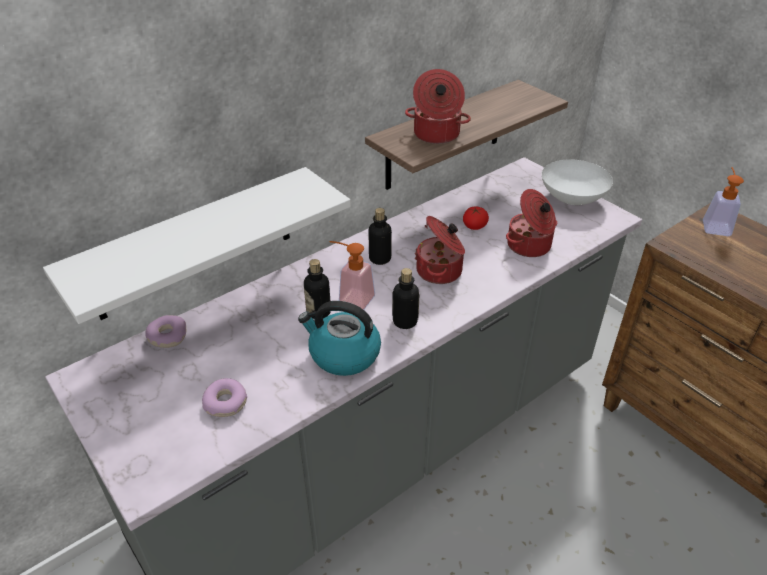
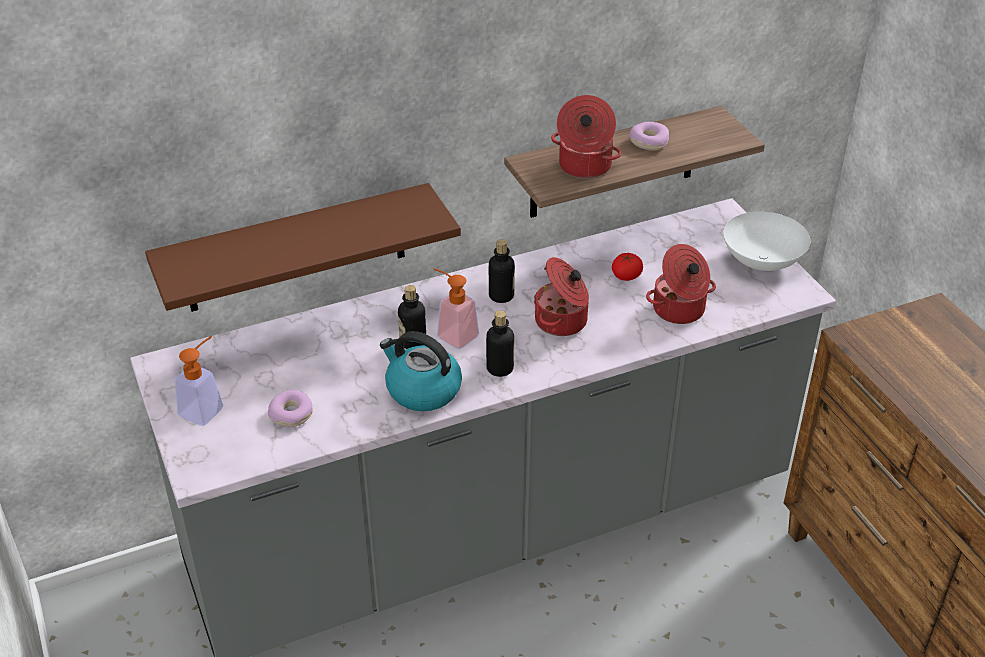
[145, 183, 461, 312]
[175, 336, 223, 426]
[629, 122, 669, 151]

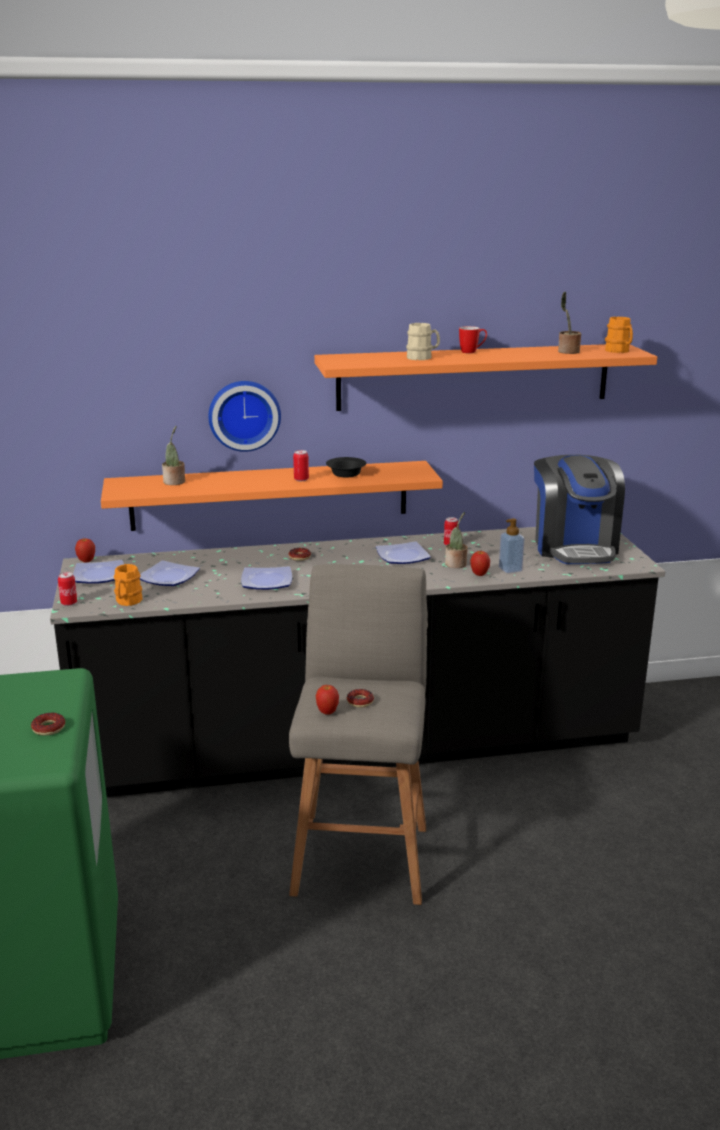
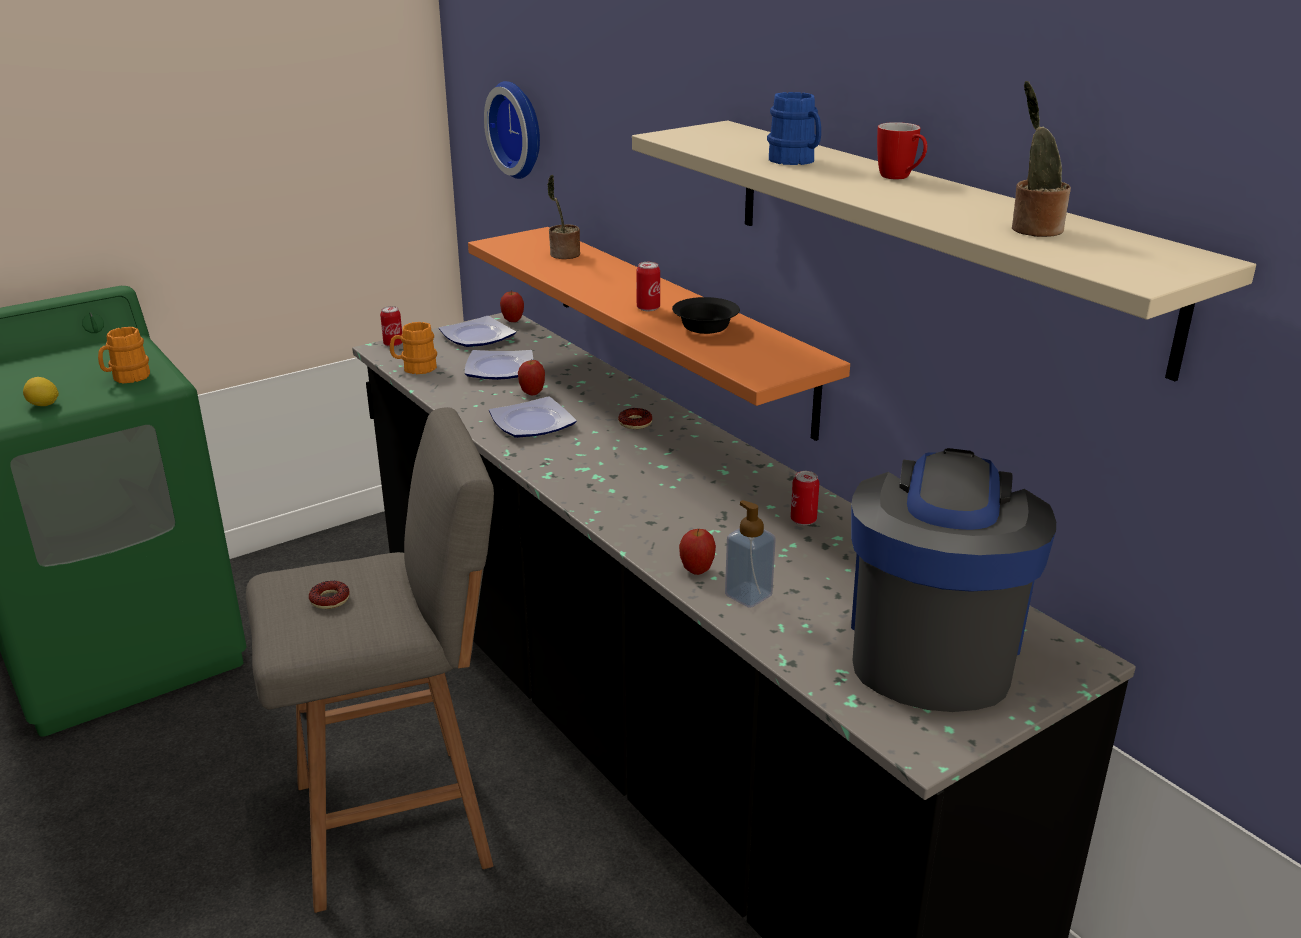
[23, 377, 59, 406]
[98, 327, 150, 384]
[484, 81, 540, 179]
[518, 360, 545, 395]
[632, 120, 1256, 381]
[767, 92, 821, 165]
[851, 448, 1056, 712]
[376, 541, 431, 564] (first image)
[445, 512, 468, 568] (first image)

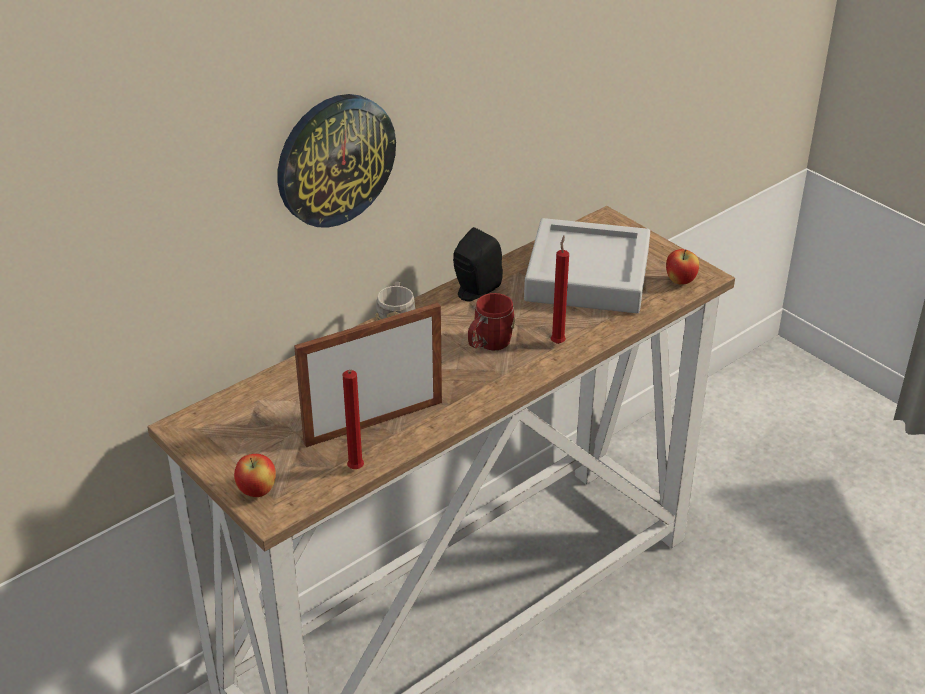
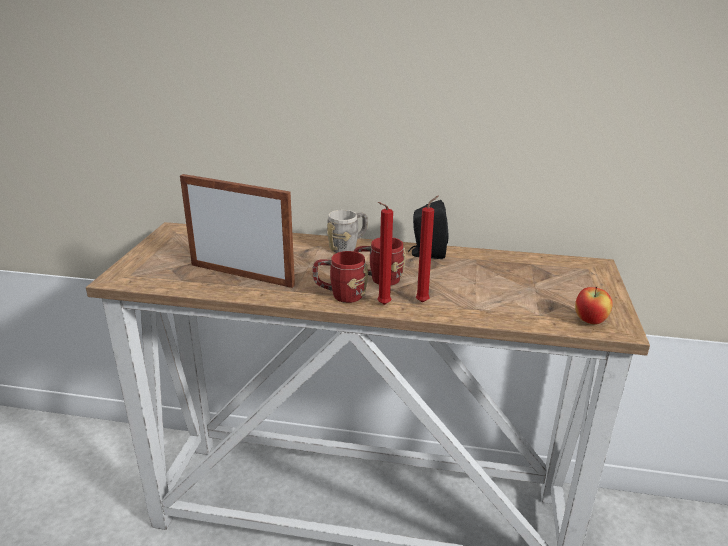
[312, 251, 368, 303]
[377, 202, 393, 305]
[234, 454, 276, 497] (first image)
[278, 94, 396, 228] (first image)
[524, 218, 650, 313] (first image)

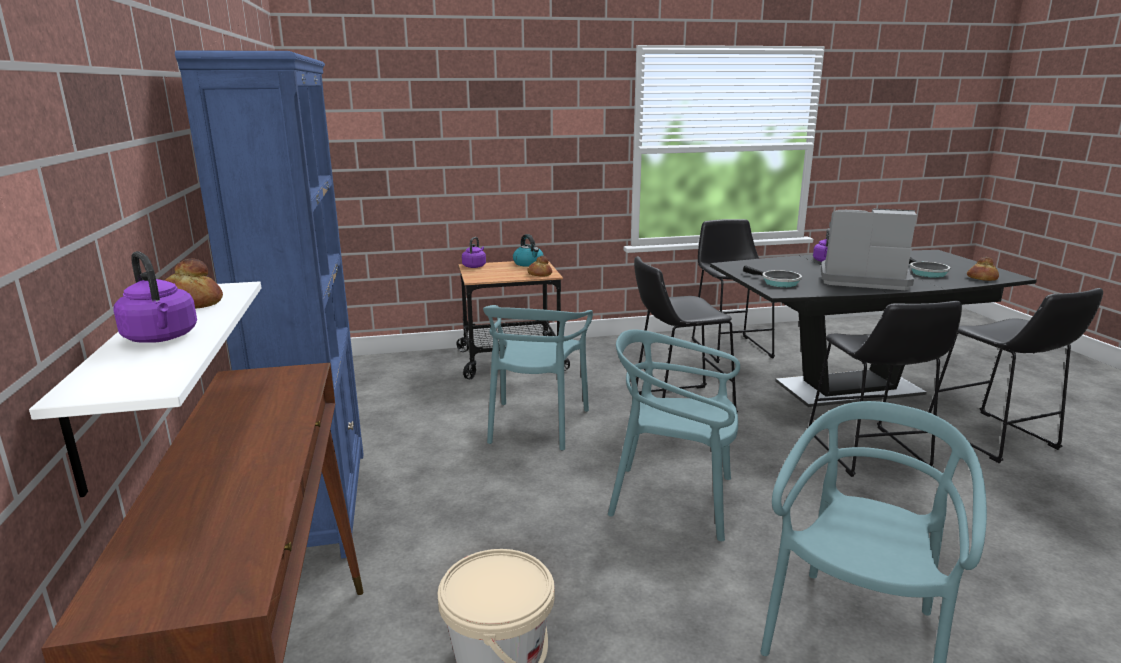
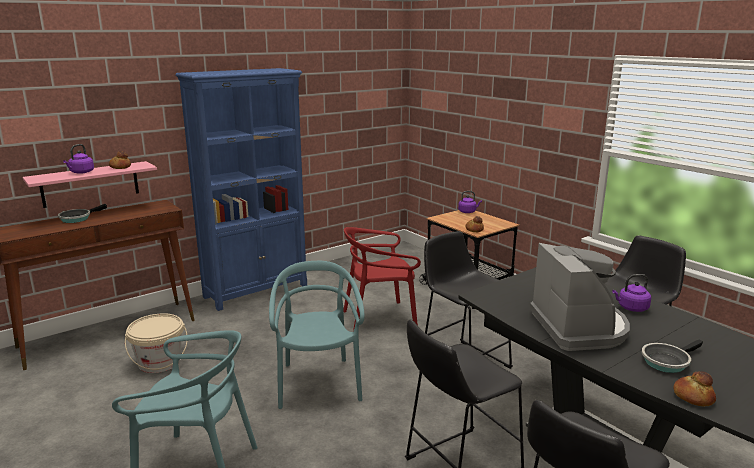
[23, 161, 157, 208]
[58, 204, 107, 223]
[343, 227, 421, 331]
[513, 234, 544, 267] (first image)

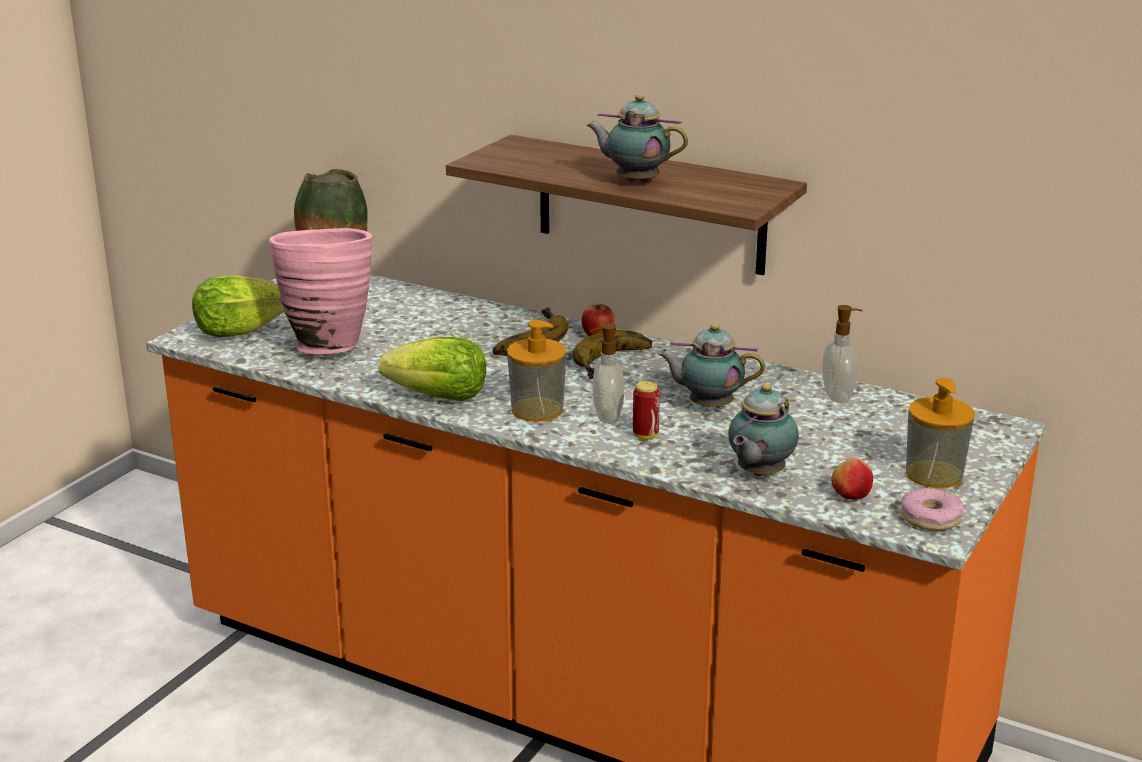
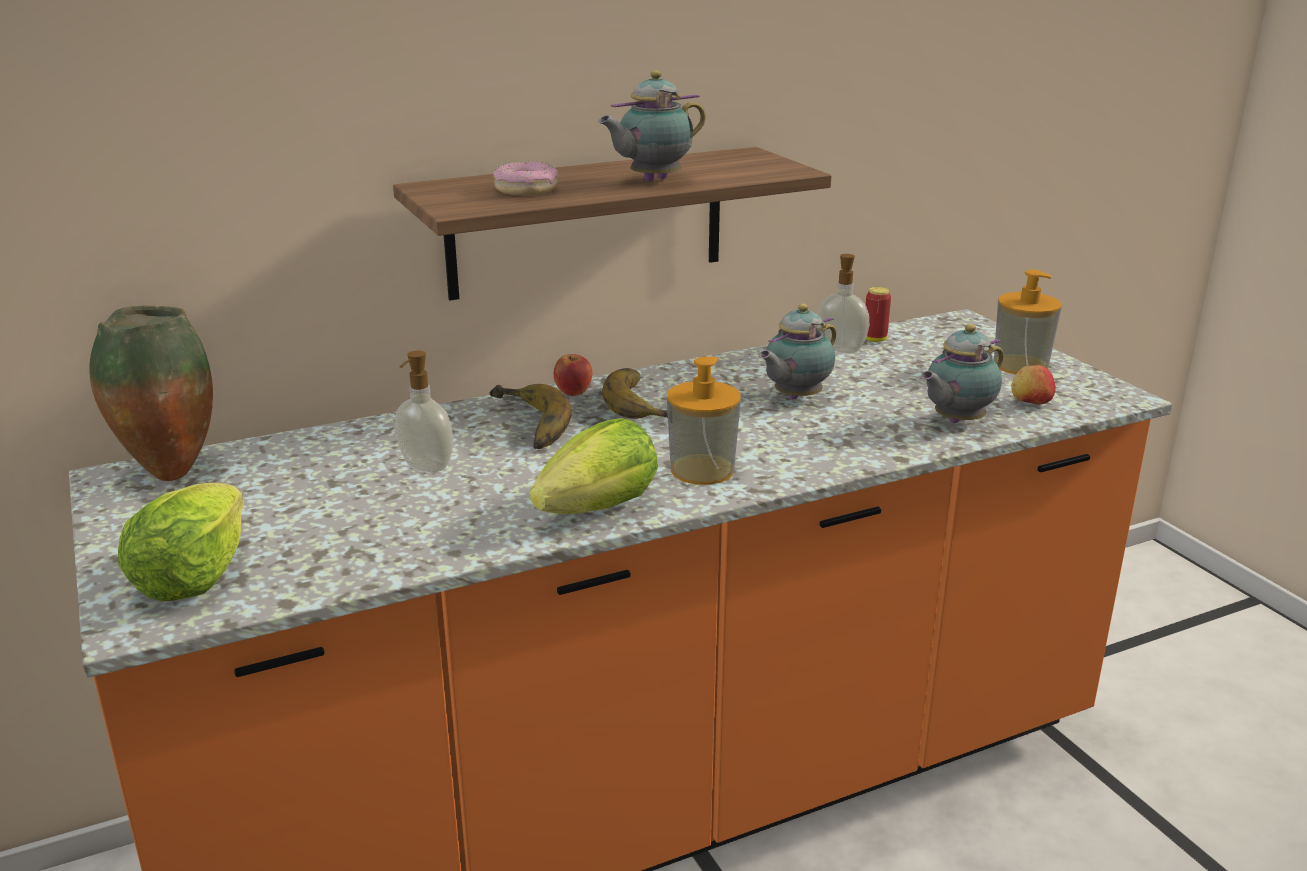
[395, 351, 453, 472]
[493, 161, 558, 196]
[865, 287, 891, 342]
[921, 324, 1004, 423]
[269, 228, 372, 354] (first image)

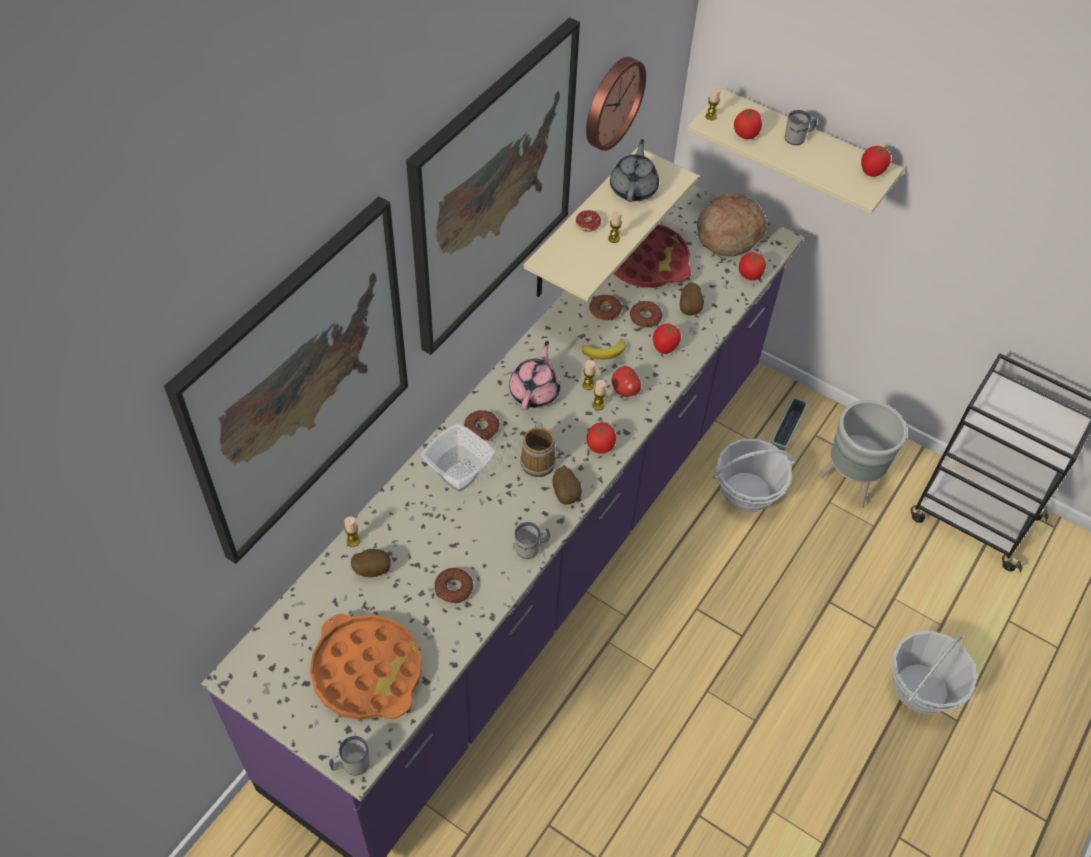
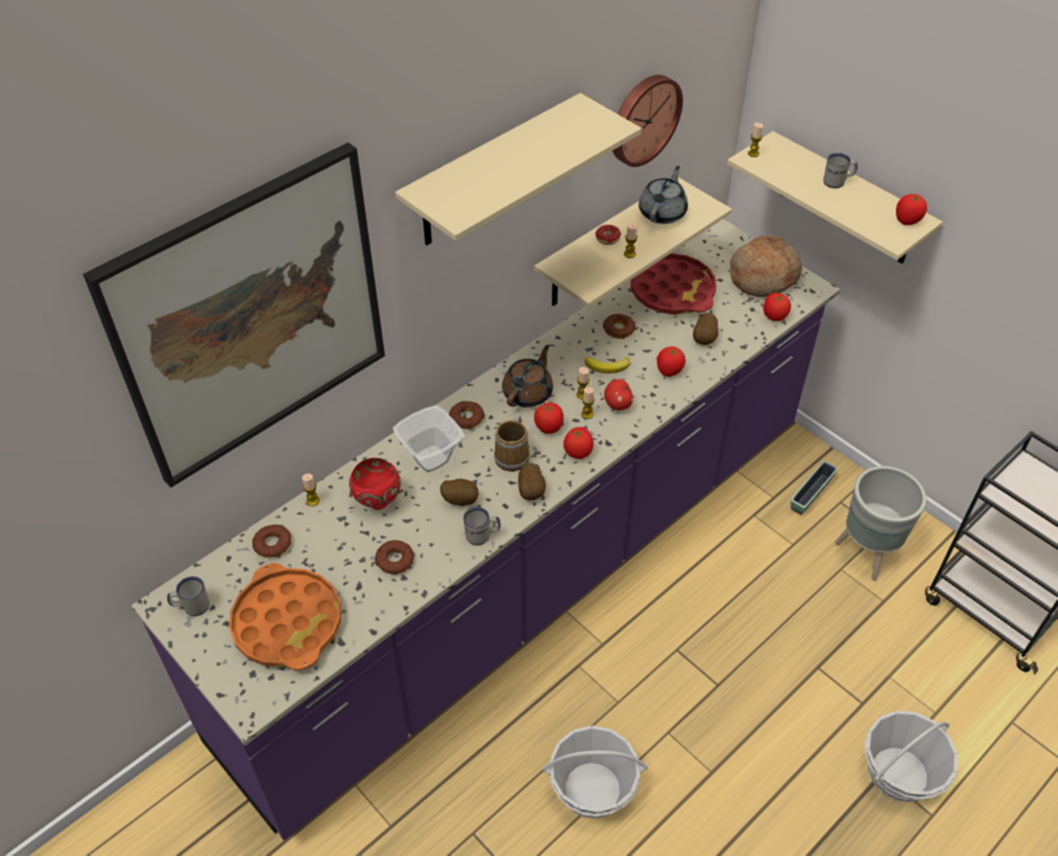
[167, 576, 209, 616]
[252, 524, 291, 557]
[349, 458, 401, 510]
[395, 93, 641, 245]
[440, 479, 478, 506]
[502, 345, 553, 407]
[534, 402, 564, 434]
[542, 725, 648, 819]

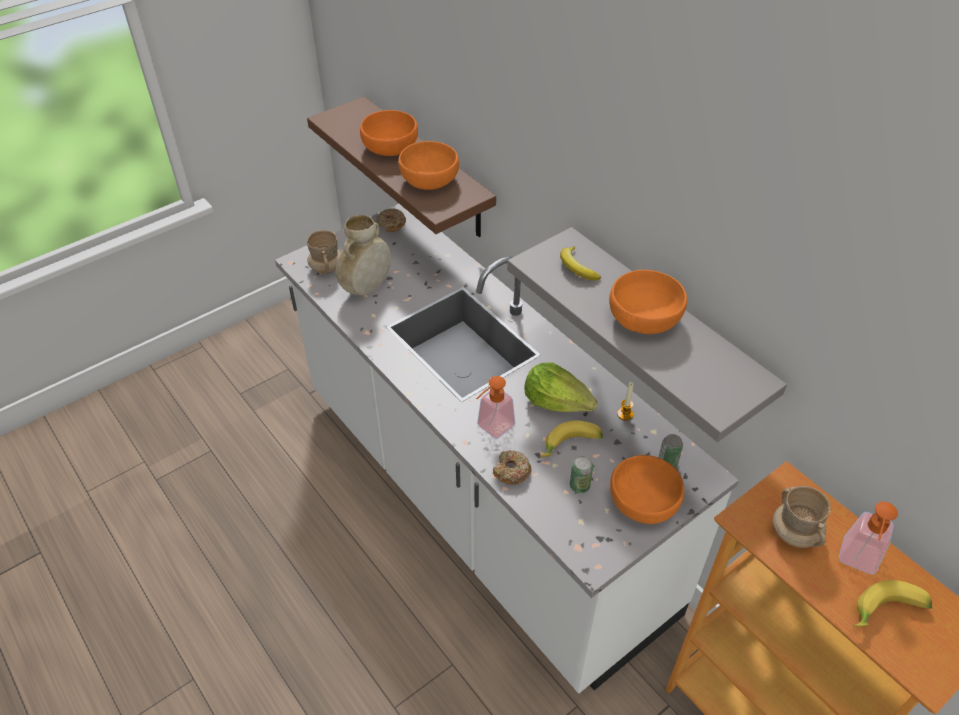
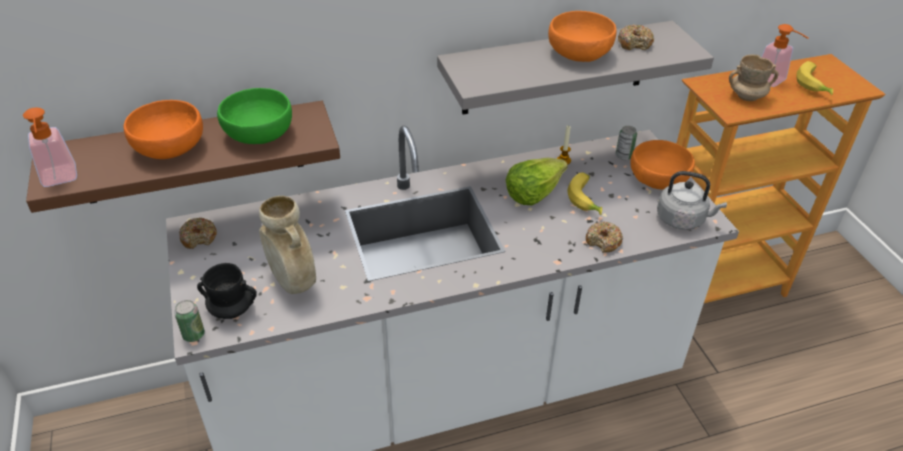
[23, 107, 77, 187]
[174, 300, 205, 342]
[197, 263, 257, 319]
[217, 88, 292, 144]
[618, 24, 654, 50]
[657, 171, 727, 230]
[560, 246, 601, 281] (first image)

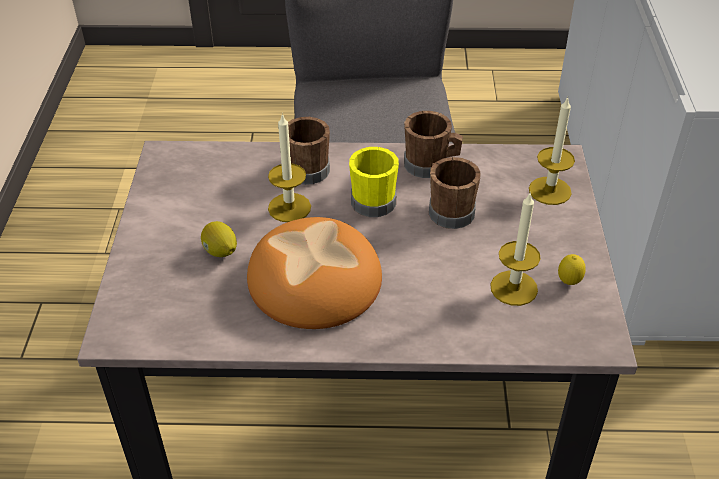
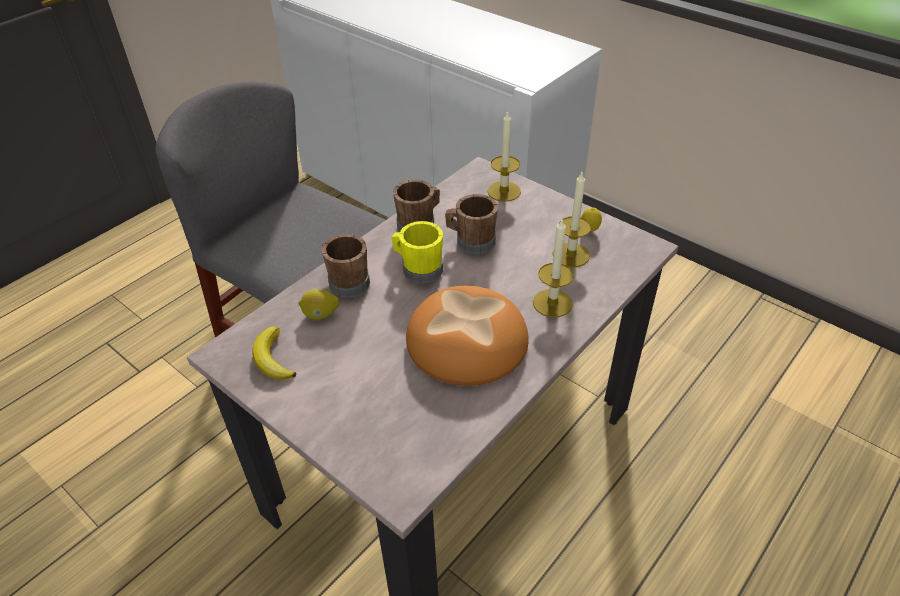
[252, 326, 296, 380]
[298, 289, 339, 319]
[533, 219, 574, 317]

